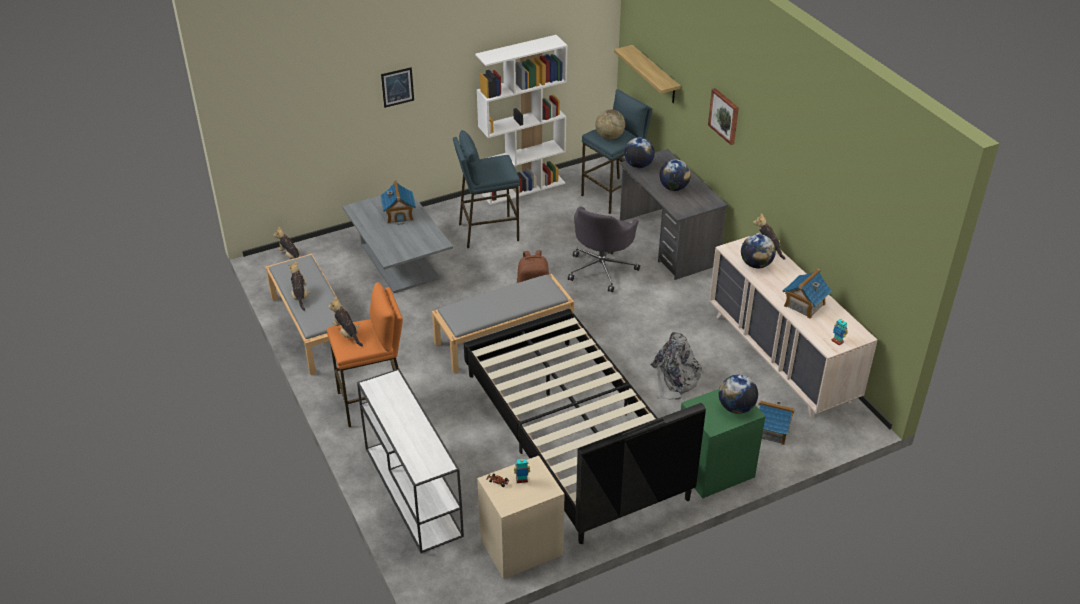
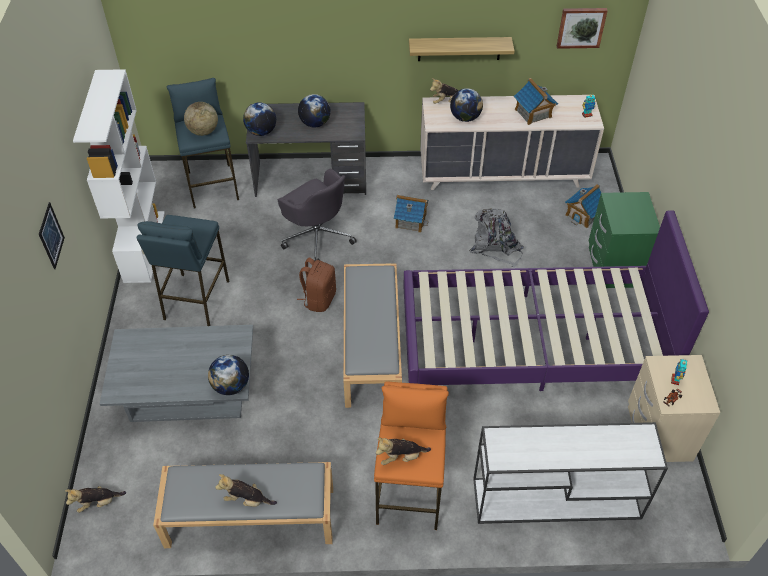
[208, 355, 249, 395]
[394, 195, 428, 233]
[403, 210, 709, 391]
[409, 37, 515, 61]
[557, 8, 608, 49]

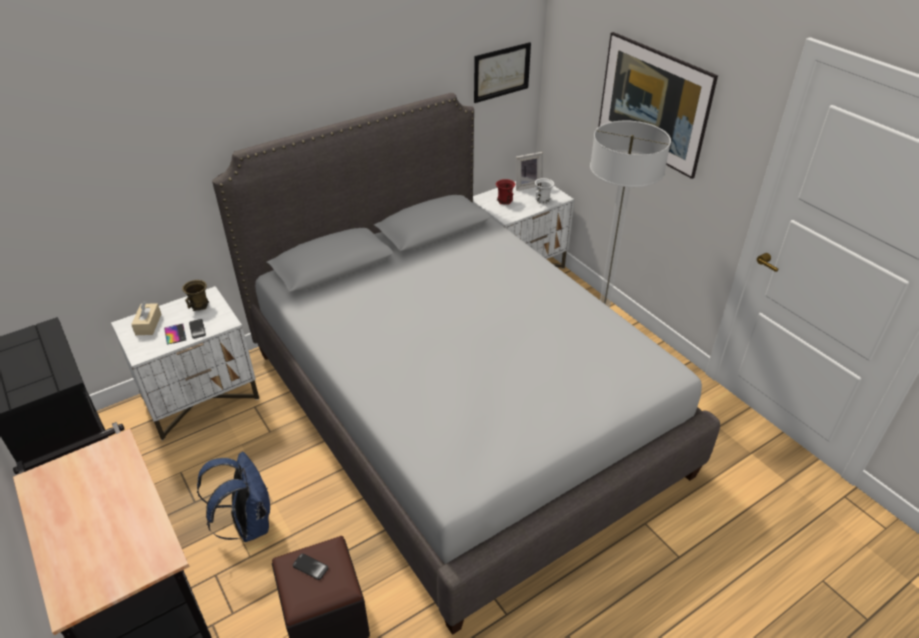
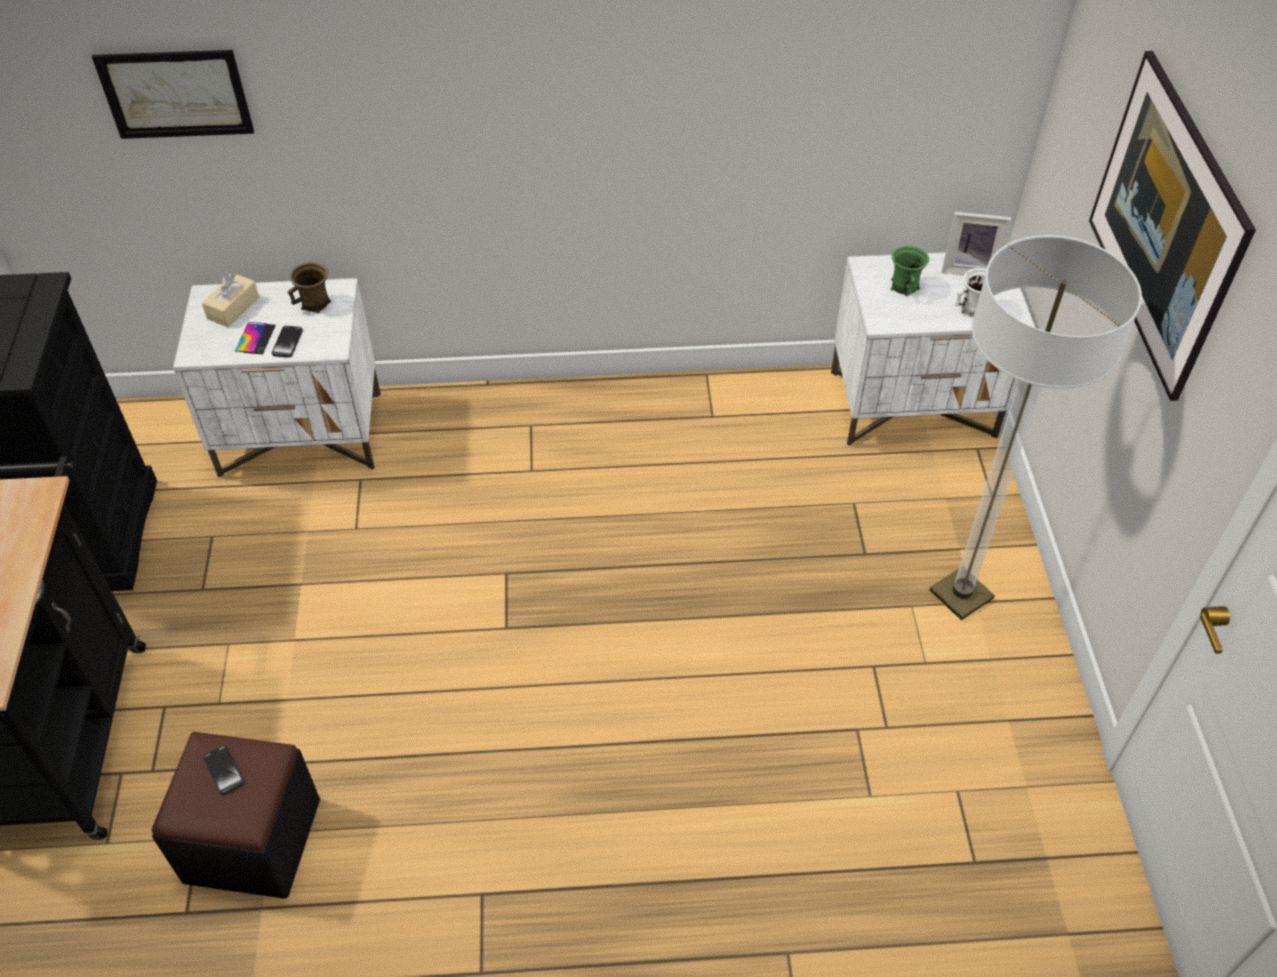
[92, 50, 254, 139]
[890, 246, 929, 296]
[197, 452, 270, 542] (first image)
[212, 93, 720, 635] (first image)

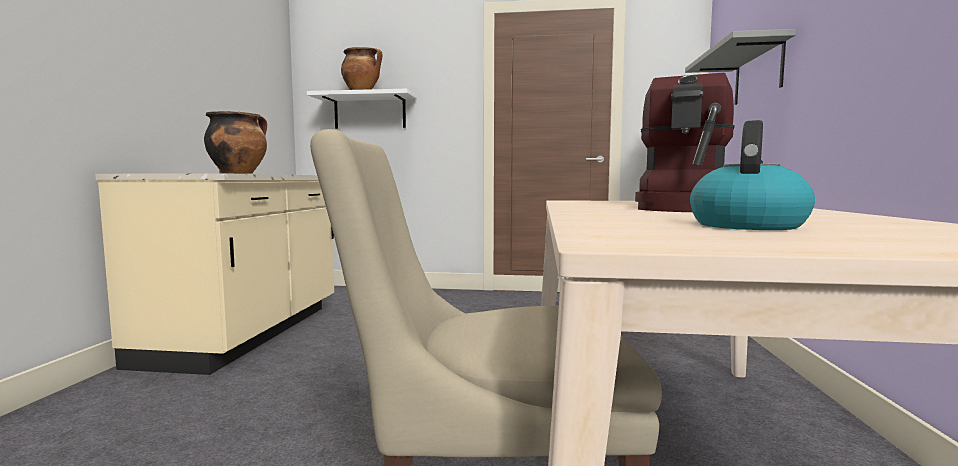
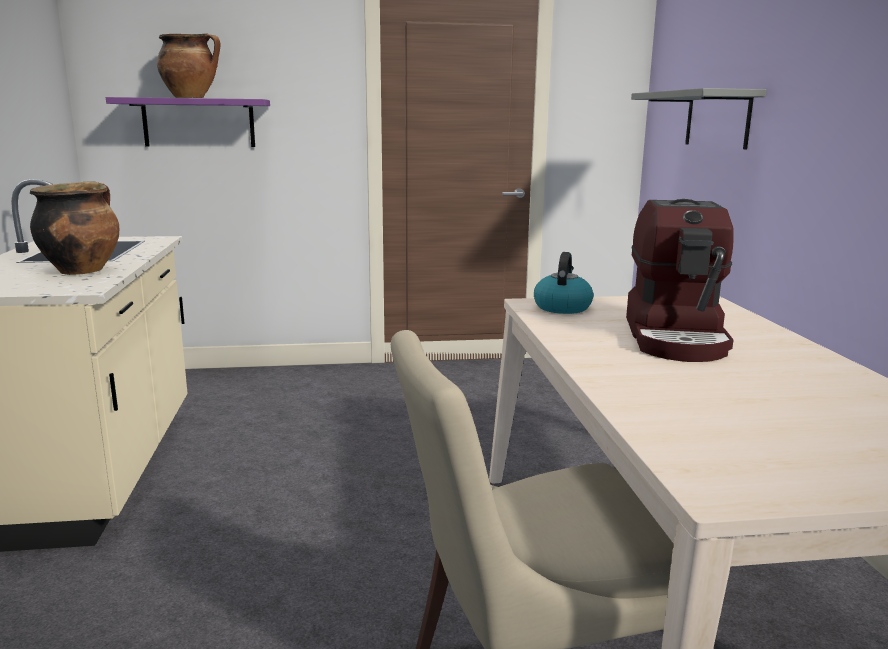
[106, 97, 270, 147]
[534, 252, 593, 314]

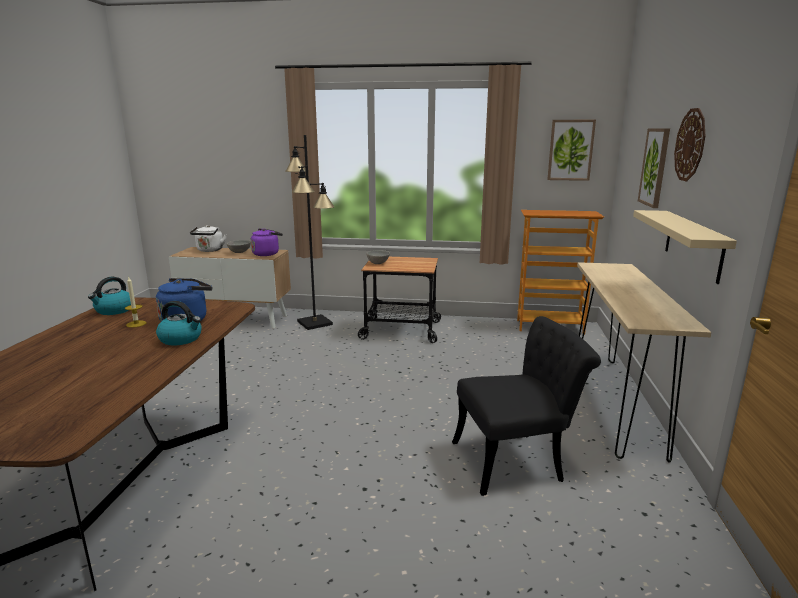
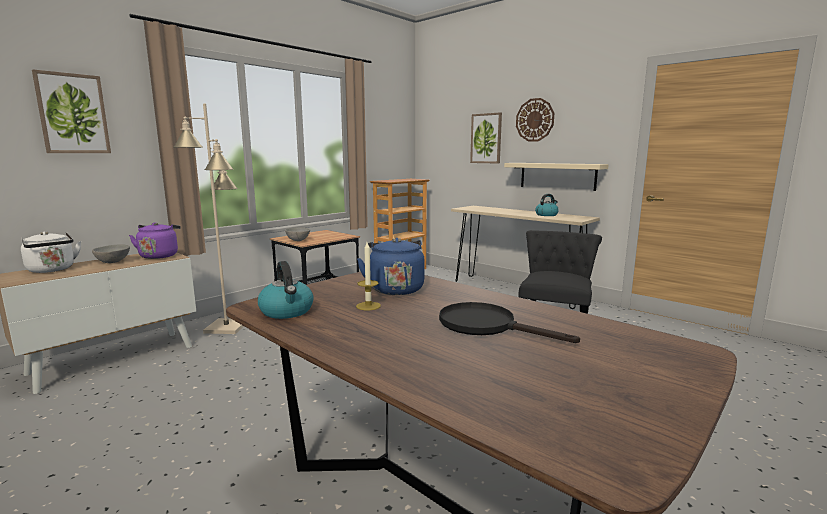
[32, 69, 111, 153]
[174, 104, 244, 334]
[439, 302, 580, 343]
[535, 194, 559, 216]

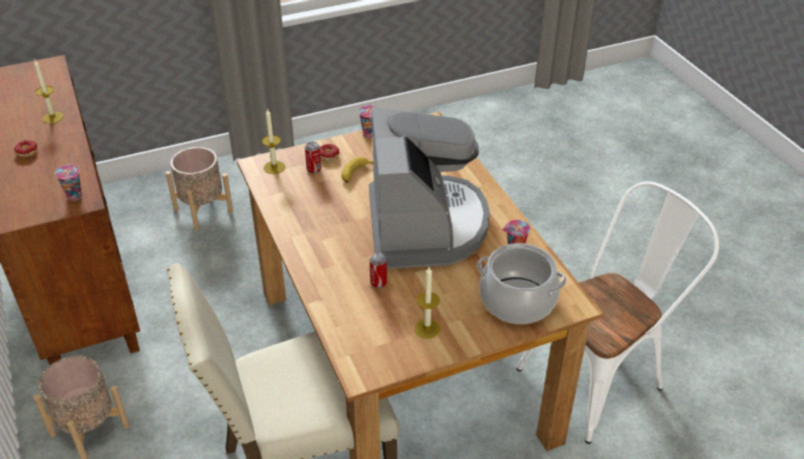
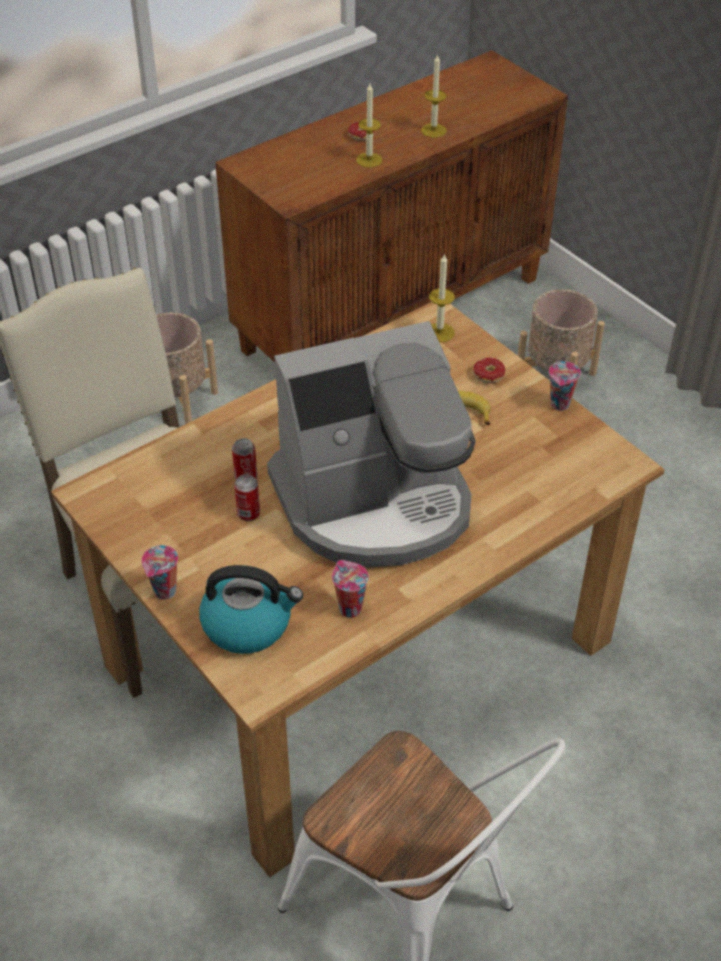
[142, 545, 178, 600]
[199, 565, 303, 654]
[234, 474, 260, 521]
[356, 84, 382, 168]

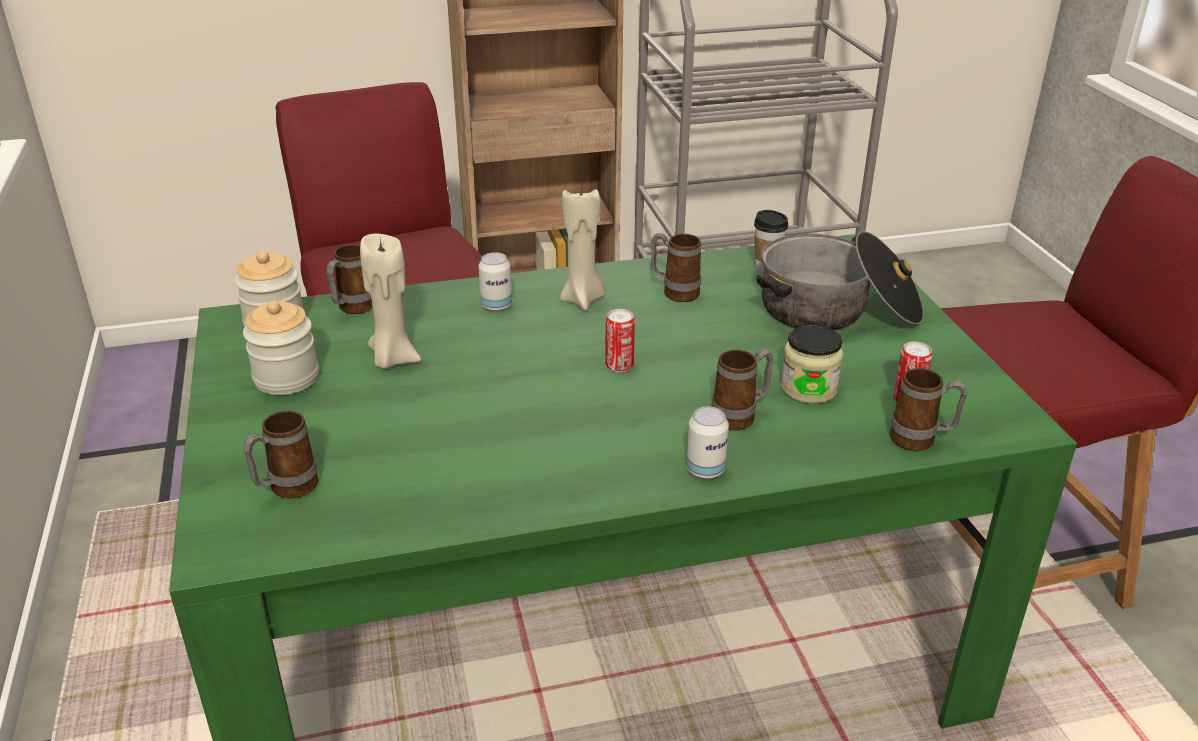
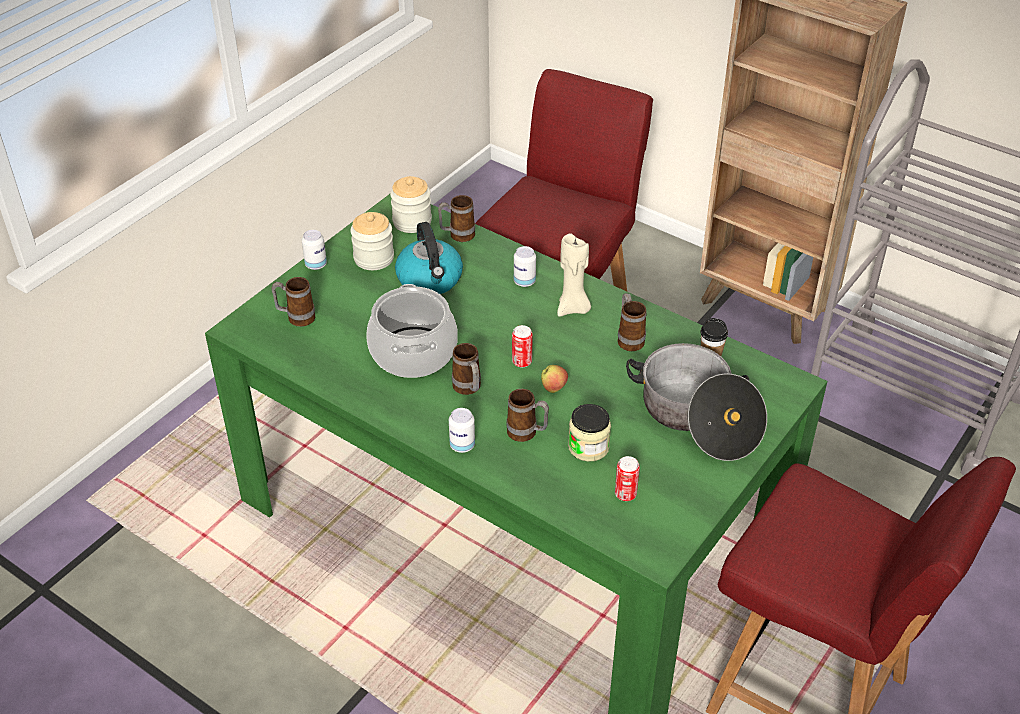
[302, 230, 327, 270]
[366, 284, 458, 378]
[395, 222, 463, 294]
[452, 343, 481, 395]
[541, 365, 568, 393]

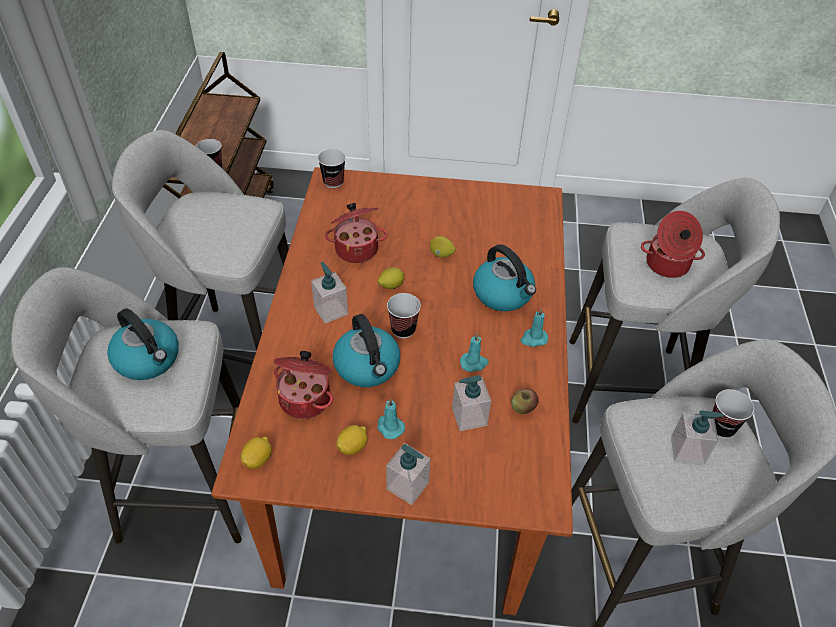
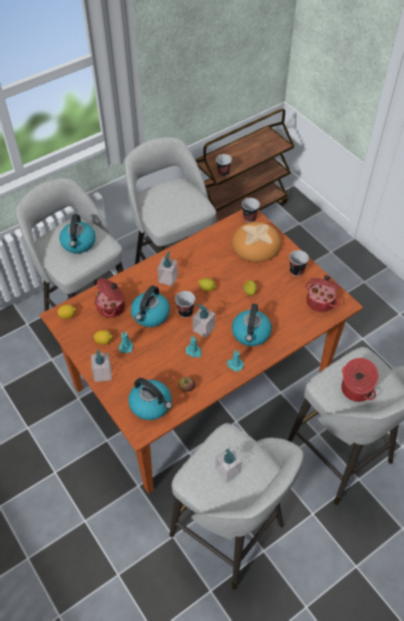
[128, 378, 172, 420]
[193, 304, 215, 338]
[232, 222, 281, 262]
[289, 250, 309, 276]
[305, 275, 341, 312]

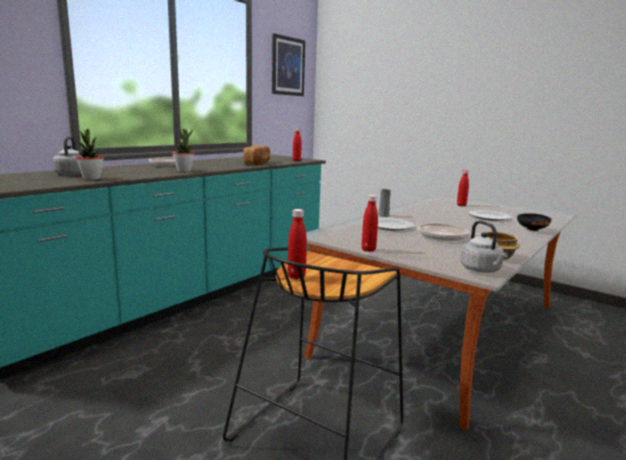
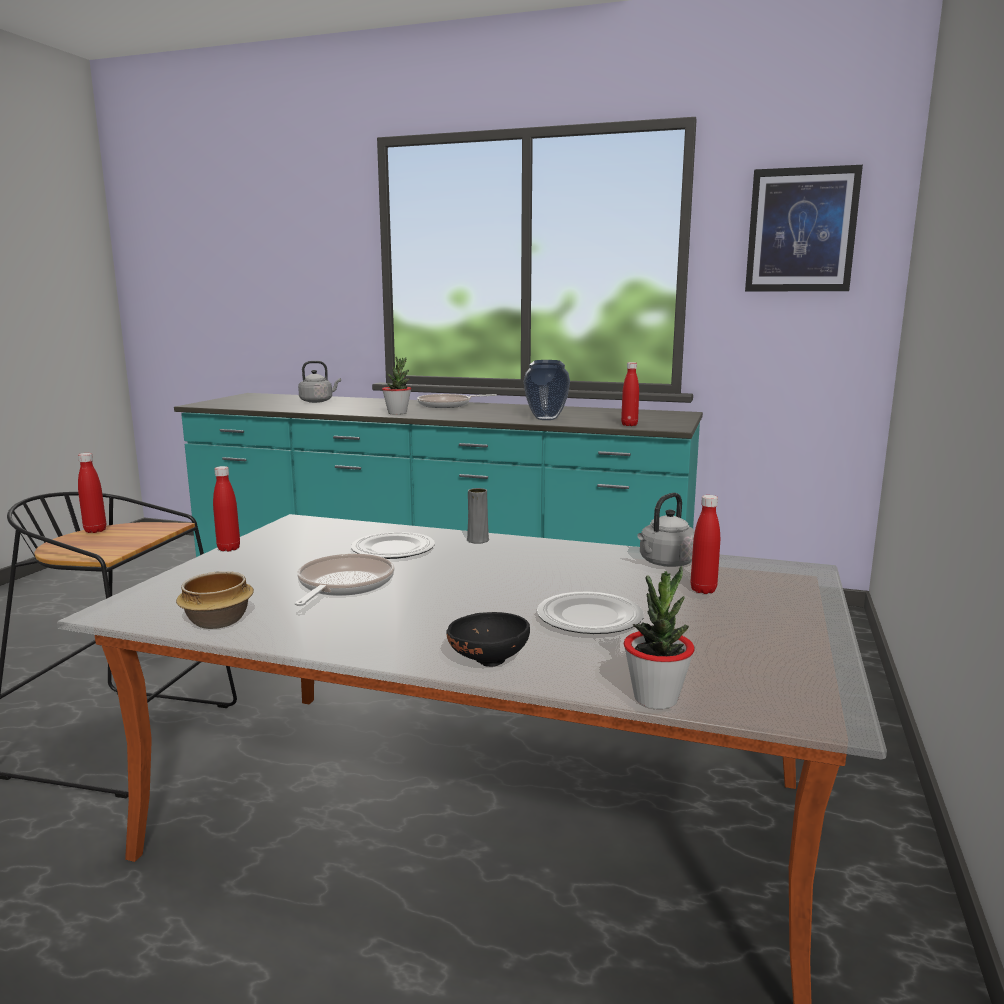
[524, 360, 570, 420]
[624, 566, 695, 709]
[637, 493, 695, 567]

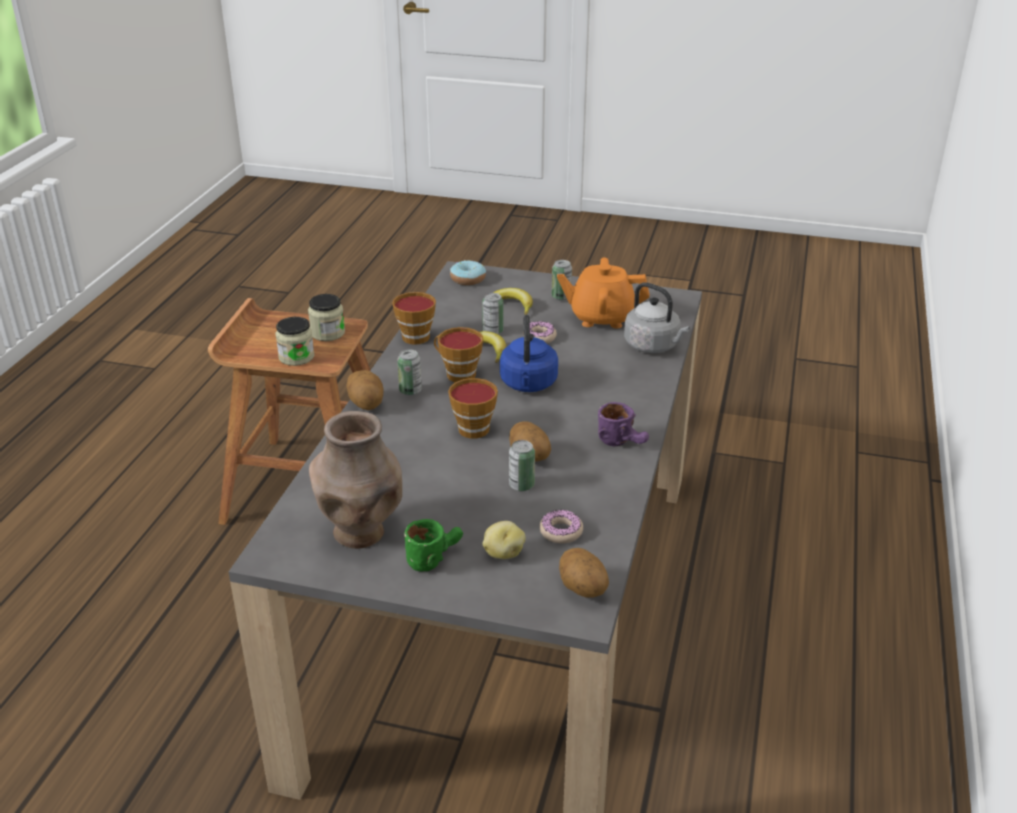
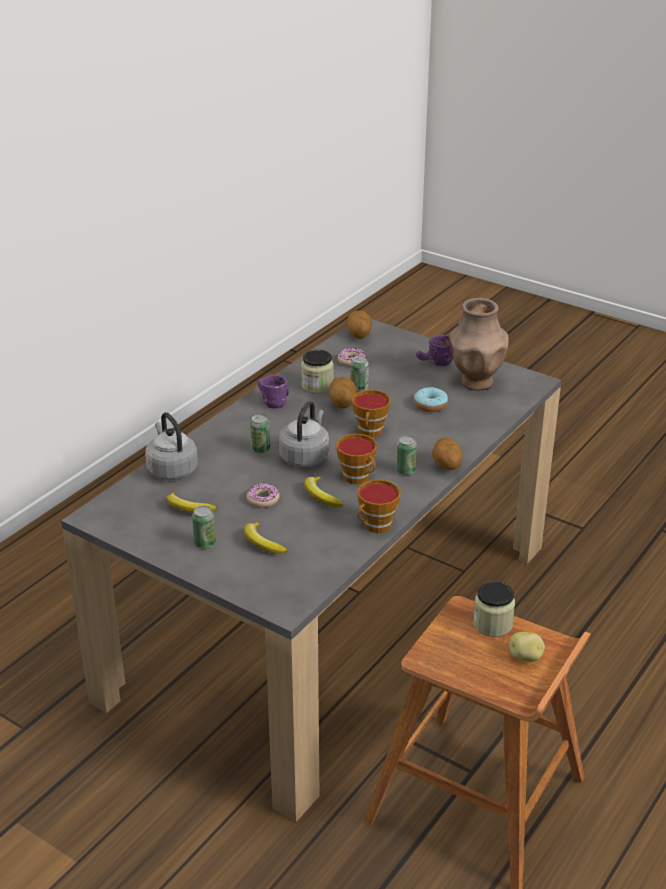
[167, 492, 217, 513]
[250, 414, 270, 453]
[279, 401, 329, 467]
[301, 349, 334, 394]
[414, 387, 448, 412]
[416, 335, 453, 366]
[509, 632, 545, 662]

